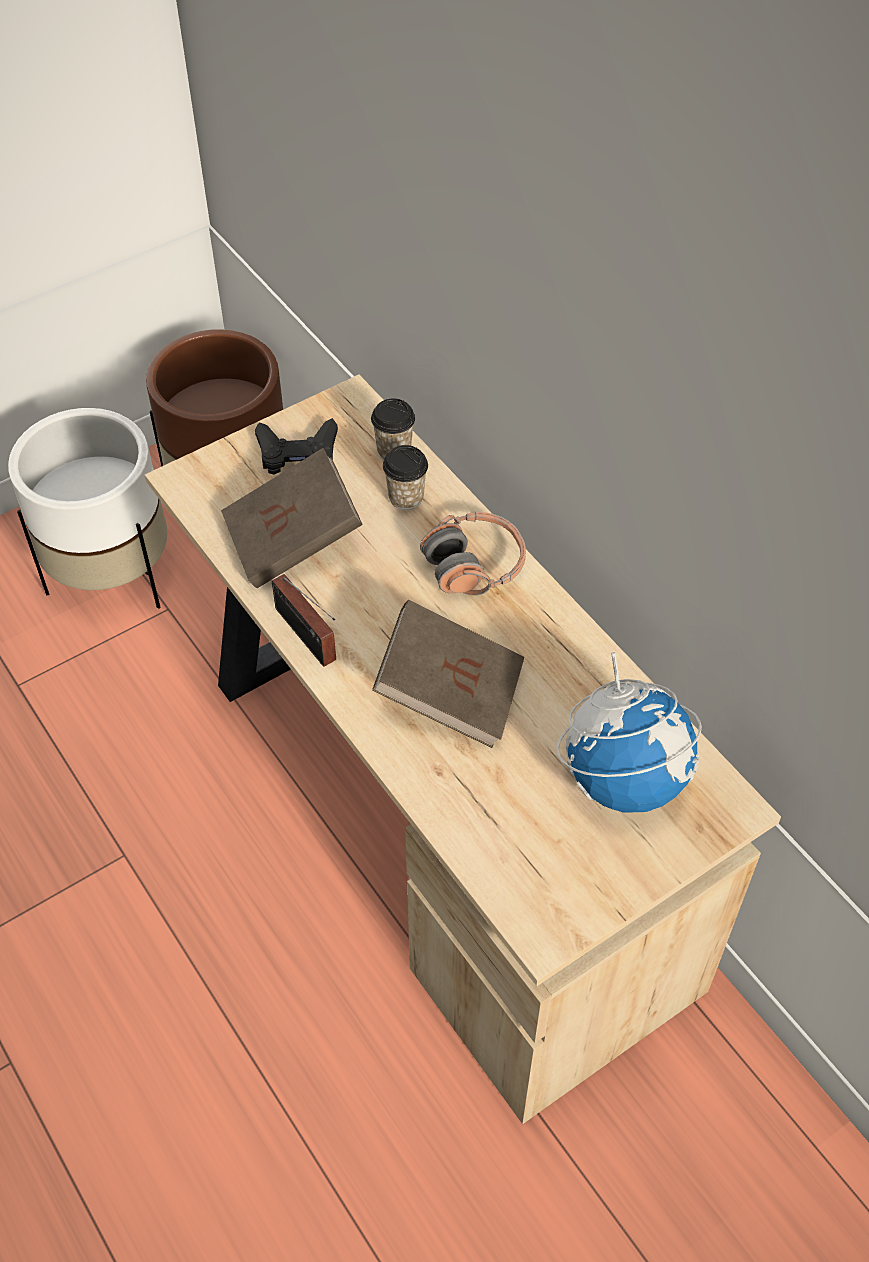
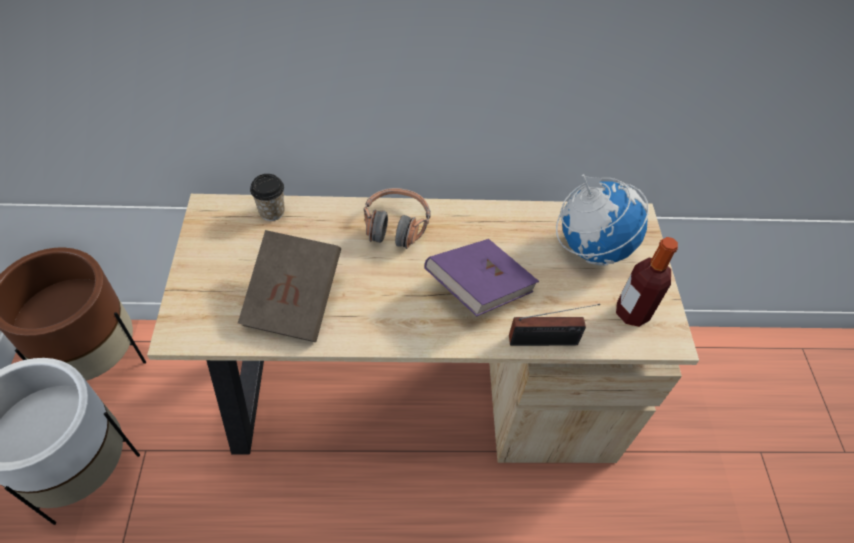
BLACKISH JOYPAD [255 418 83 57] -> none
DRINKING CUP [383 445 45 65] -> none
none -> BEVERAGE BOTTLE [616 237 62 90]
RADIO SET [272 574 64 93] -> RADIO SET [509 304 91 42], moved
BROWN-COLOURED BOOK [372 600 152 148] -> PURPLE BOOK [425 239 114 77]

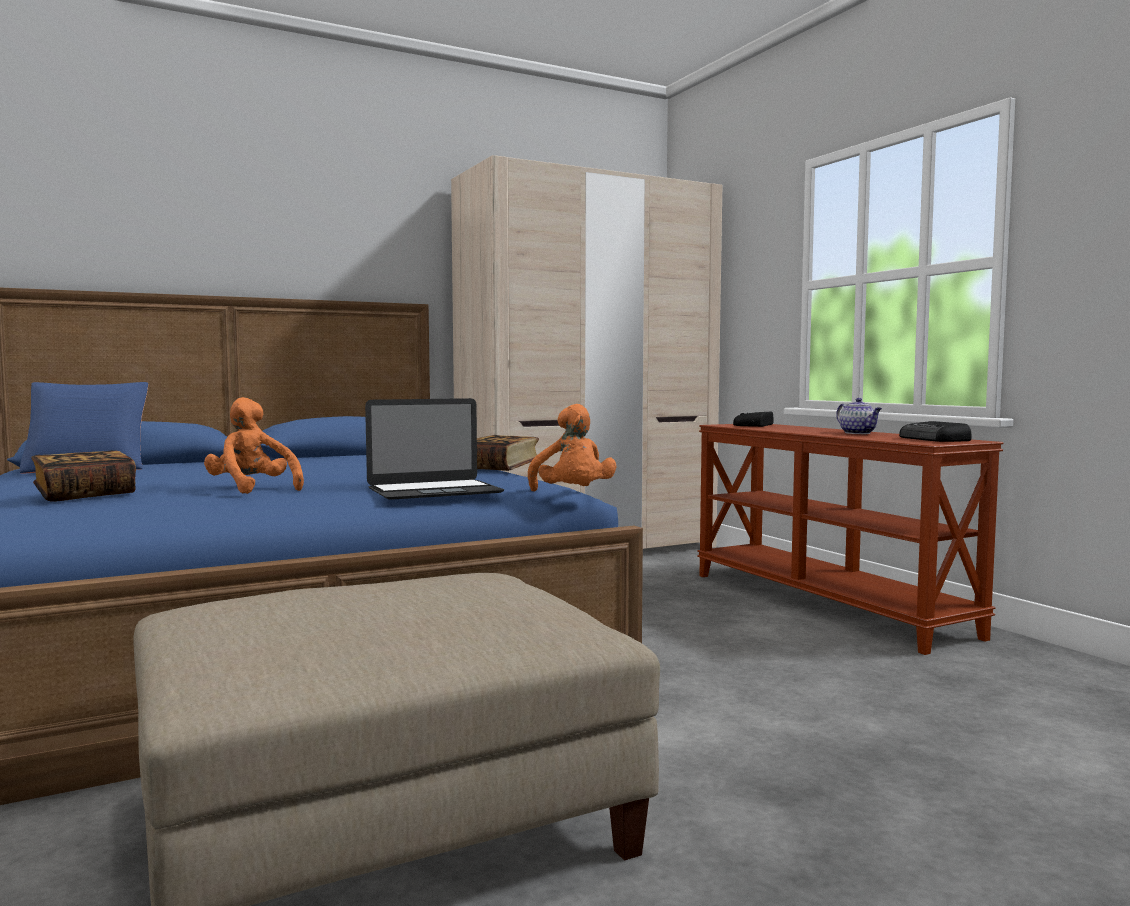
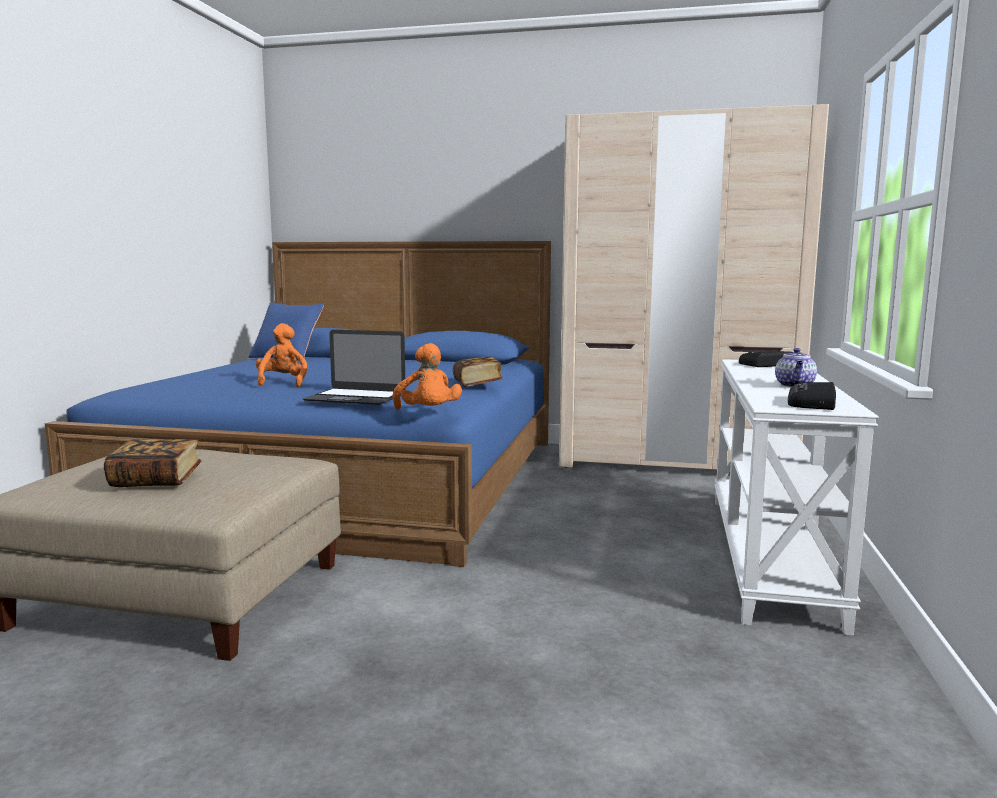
BOOK [31 450 105 52] -> BOOK [104 439 98 48], moved
BROWN-COLOURED NARROW TABLE [697 424 306 231] -> WHITISH NARROW TABLE [714 359 165 277]
ORANGEY CUDDLY TOY [528 404 89 87] -> ORANGEY CUDDLY TOY [393 343 69 67], 45 degrees counterclockwise

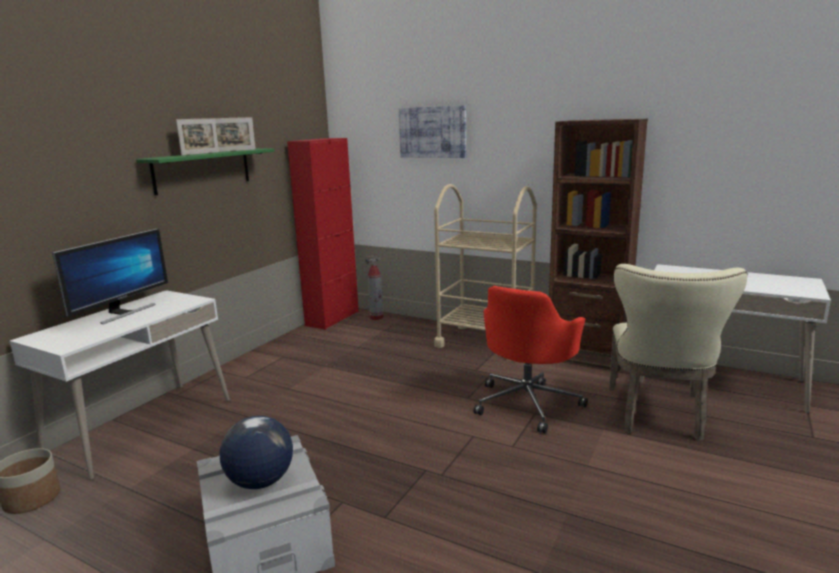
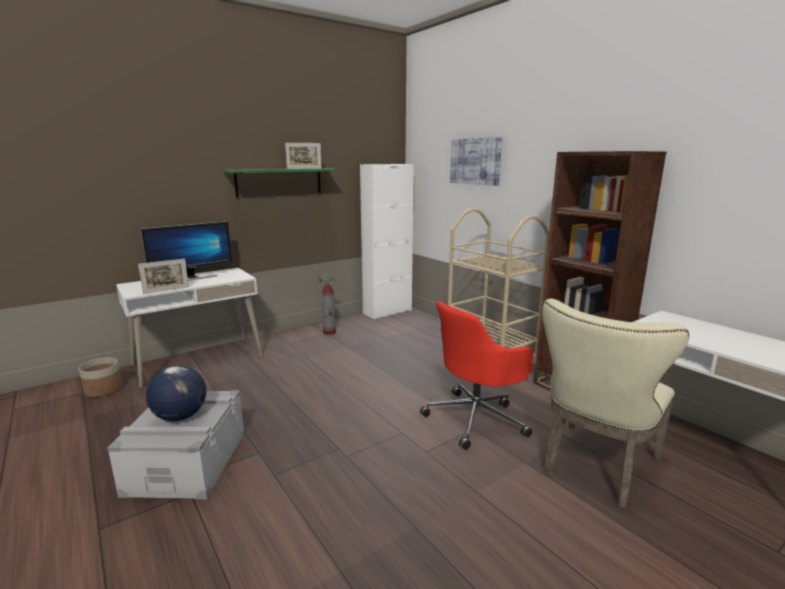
PICTURE FRAME [176 118 43 38] -> PICTURE FRAME [138 258 51 36], moved
FIRE-FIGHTING CYLINDER [365 256 19 64] -> FIRE-FIGHTING CYLINDER [319 275 17 60], moved
RED CUPBOARD [287 138 72 192] -> WHITISH CUPBOARD [360 164 54 156]

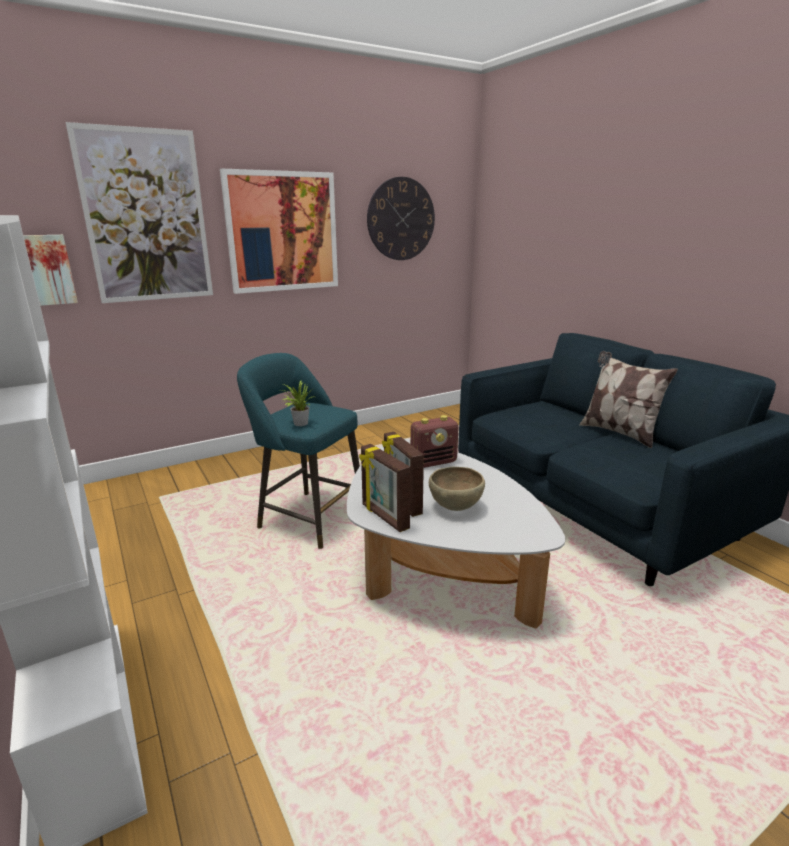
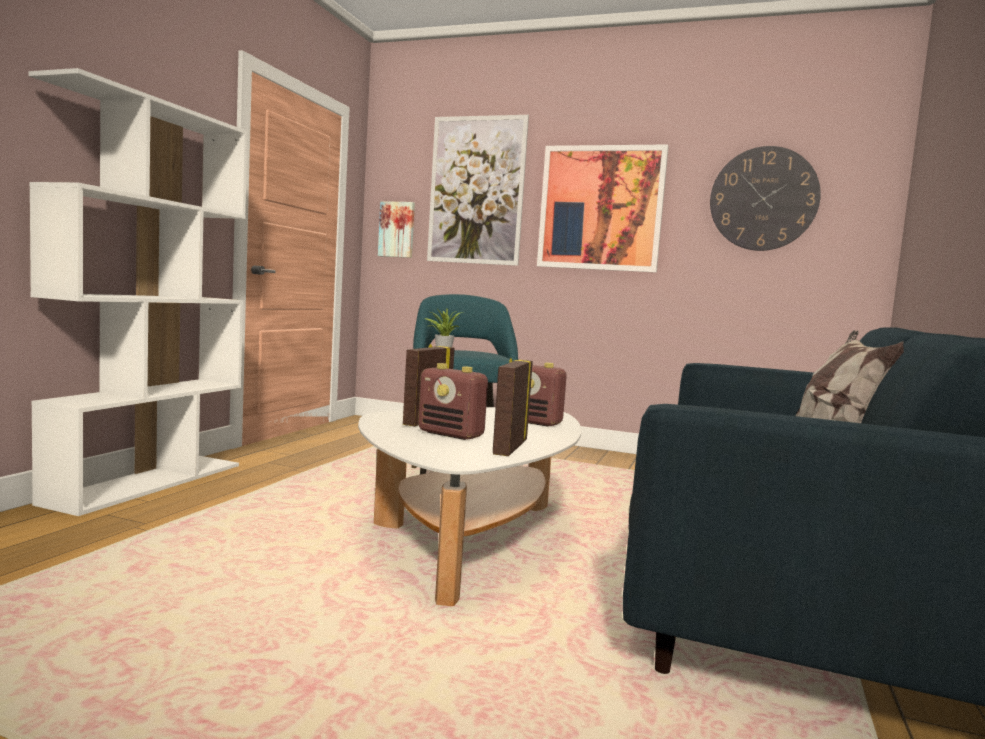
PICTURE FRAME [359 444 51 88] -> PICTURE FRAME [493 358 40 98], moved
BROWN-COLOURED DEEP DISH [429 467 56 44] -> RADIO SET [418 363 70 77]

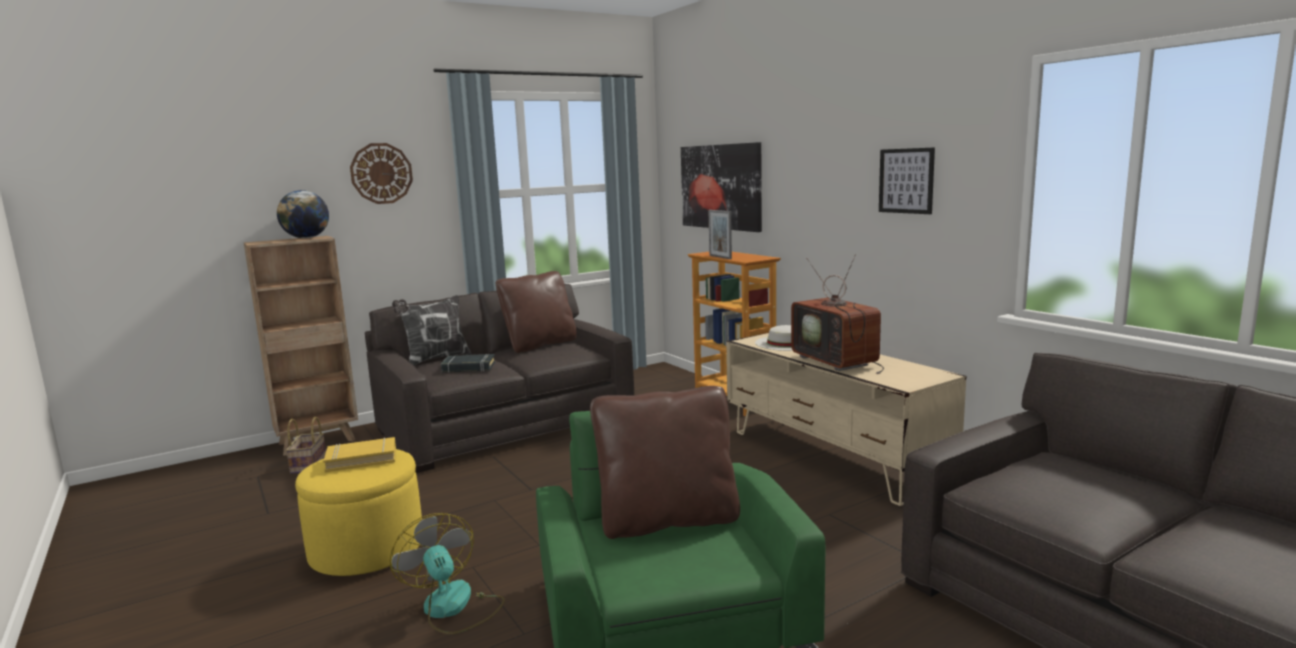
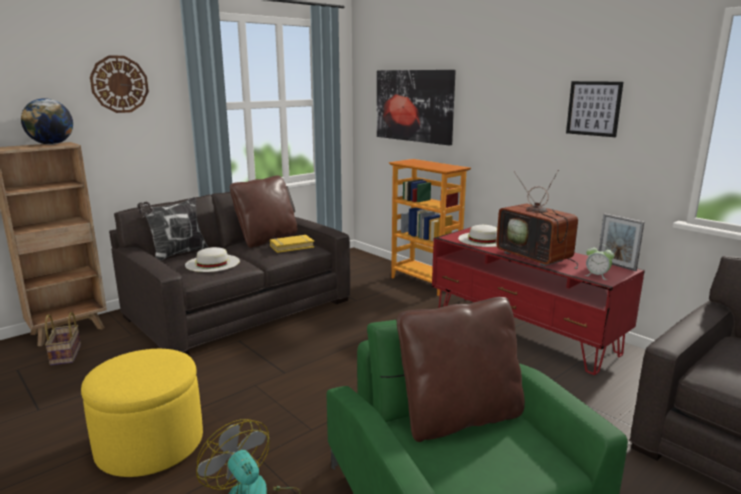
none -> BEDSIDE CLOCK [584 244 31 36]
YELLOW BOOK [323 437 73 35] -> YELLOW BOOK [270 235 44 18], moved
PICTURE FRAME [708 210 24 49] -> PICTURE FRAME [599 214 45 57], moved
BLACKISH BOOK [441 354 54 19] -> WHITISH CLOTHING HAT [185 247 55 25]
SAND-COLOURED MEDIA CONSOLE [726 333 240 173] -> RED MEDIA CONSOLE [432 227 213 148]

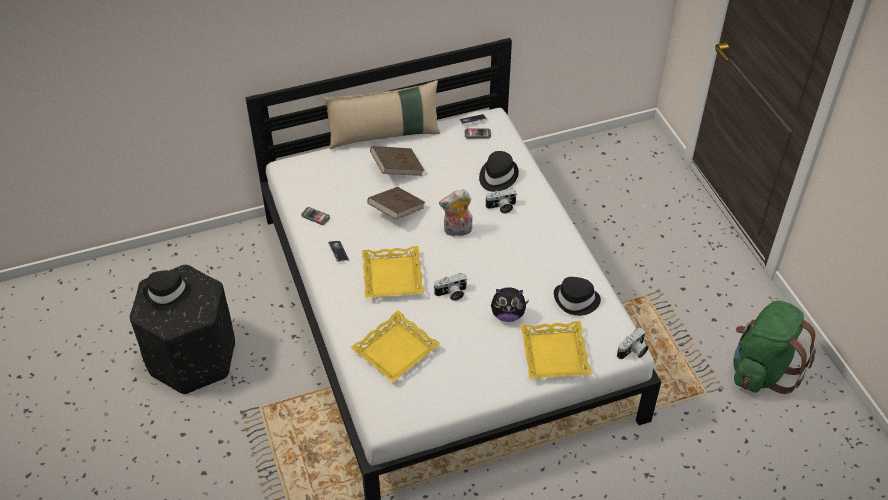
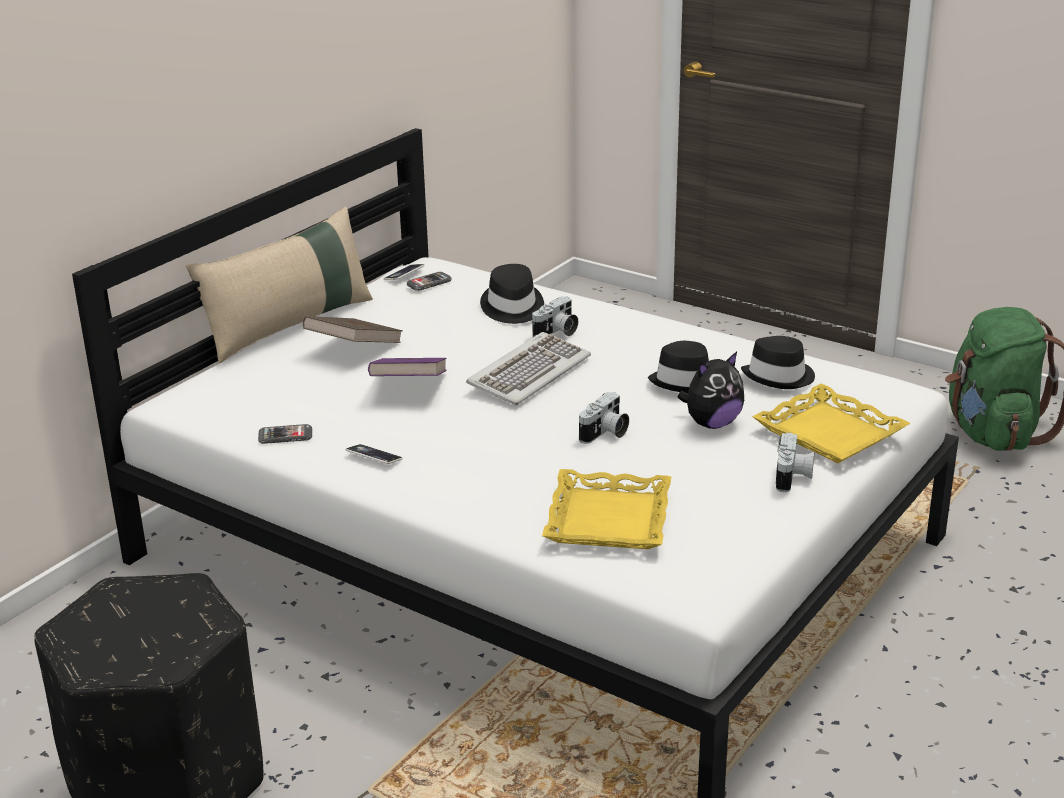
YELLOW CARRYING TRAY [362 246 62 52] -> none
BLACKISH CLOTHING HAT [143 270 49 38] -> BLACKISH CLOTHING HAT [648 341 61 52], moved
PHOTO CAMERA [617 328 31 31] -> PHOTO CAMERA [776 432 38 60], moved
CUDDLY TOY [439 189 34 48] -> KEYBOARD [466 332 125 73]
BROWN-COLOURED BOOK [367 187 58 33] -> PURPLE BOOK [368 358 79 18]

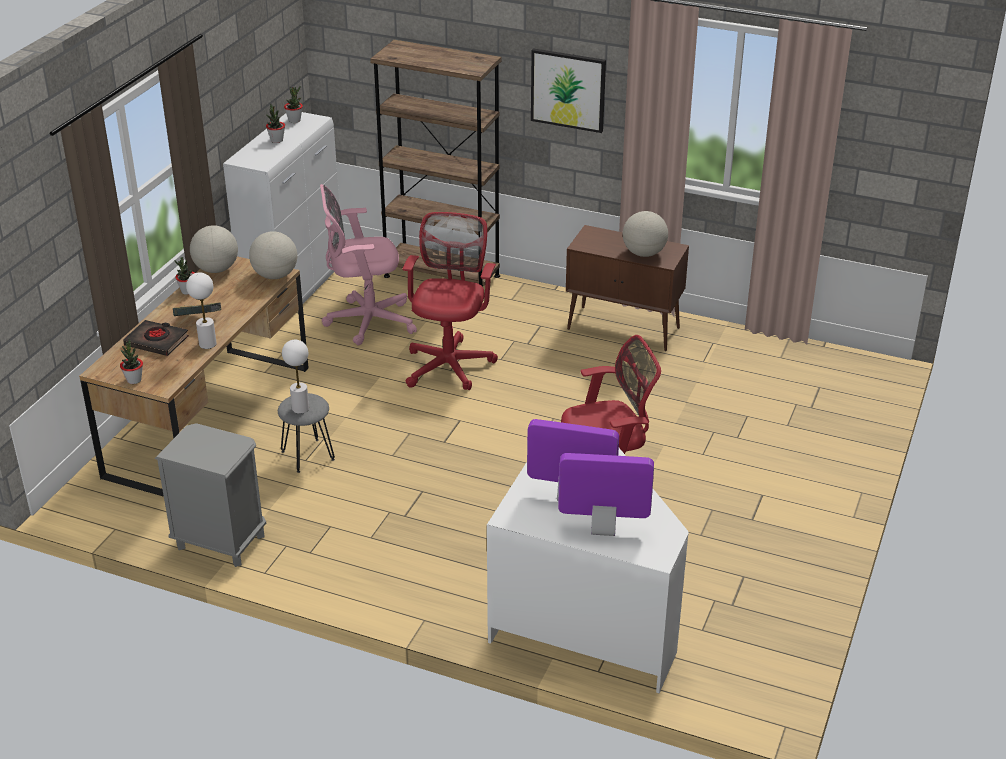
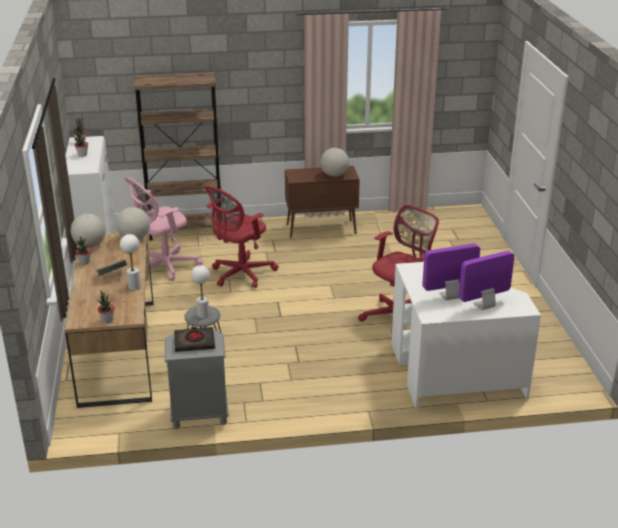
WALL ART [531 48 75 85] -> none
BLACKISH BOOK [123 320 66 36] -> BLACKISH BOOK [174 327 41 25], moved
RED OFFICE CHAIR [402 212 96 178] -> RED OFFICE CHAIR [204 186 75 102], 120 degrees counterclockwise

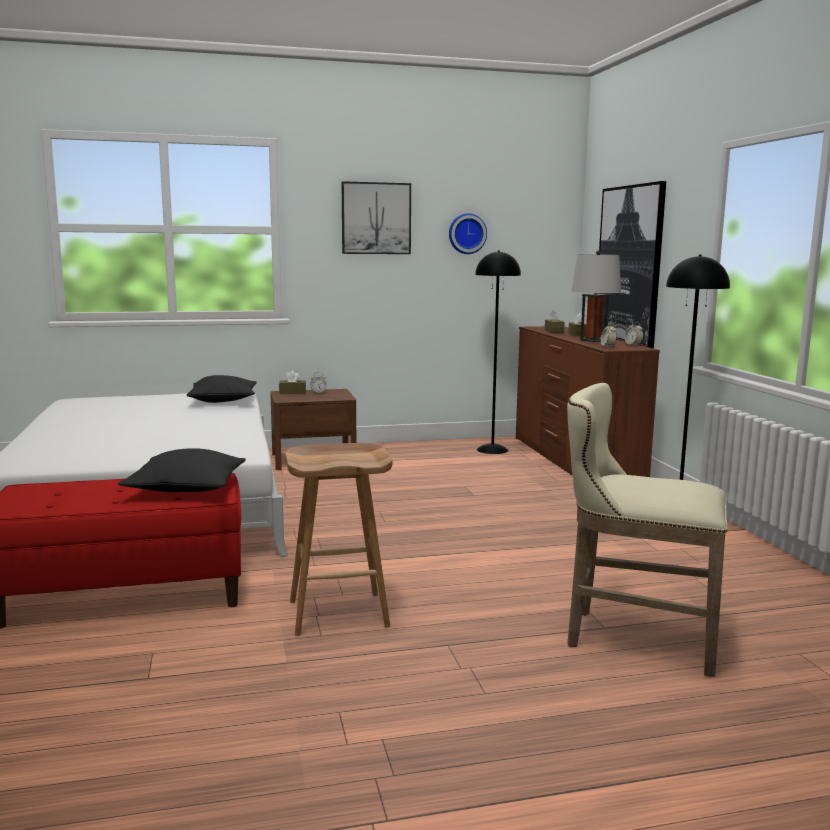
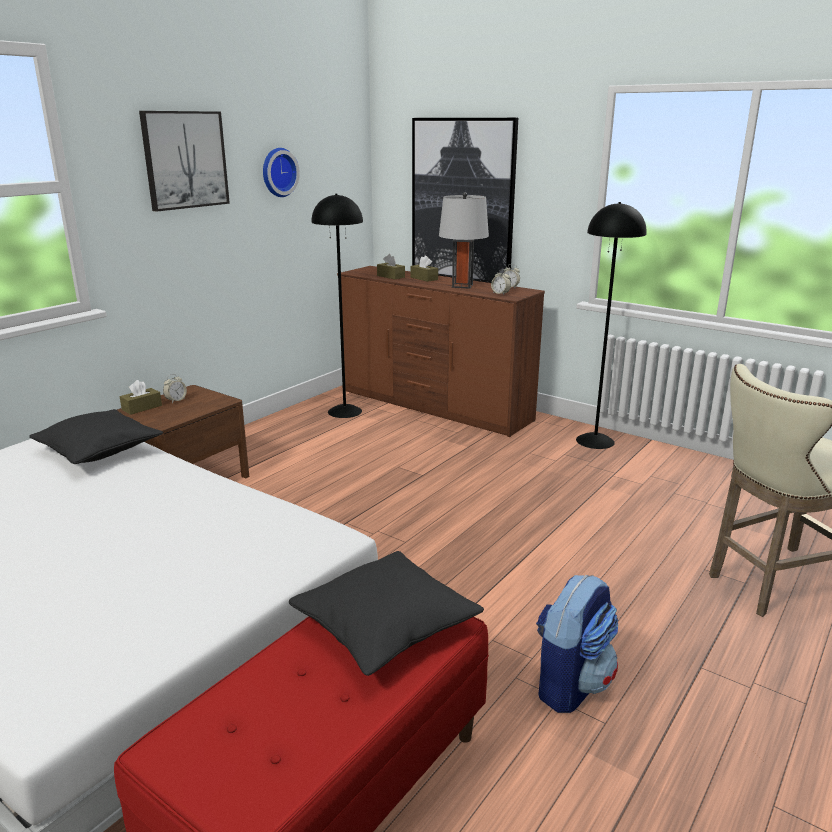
BROWN-COLOURED STOOL SEAT [285 443 108 193] -> BACKPACK [536 575 82 138]

